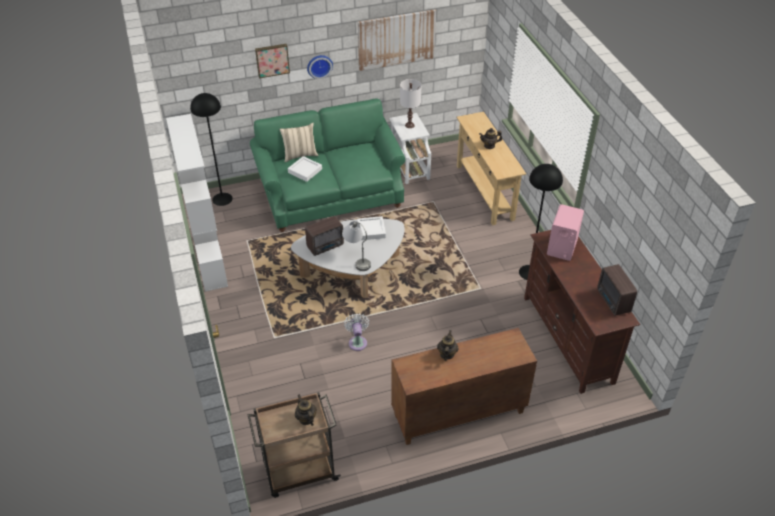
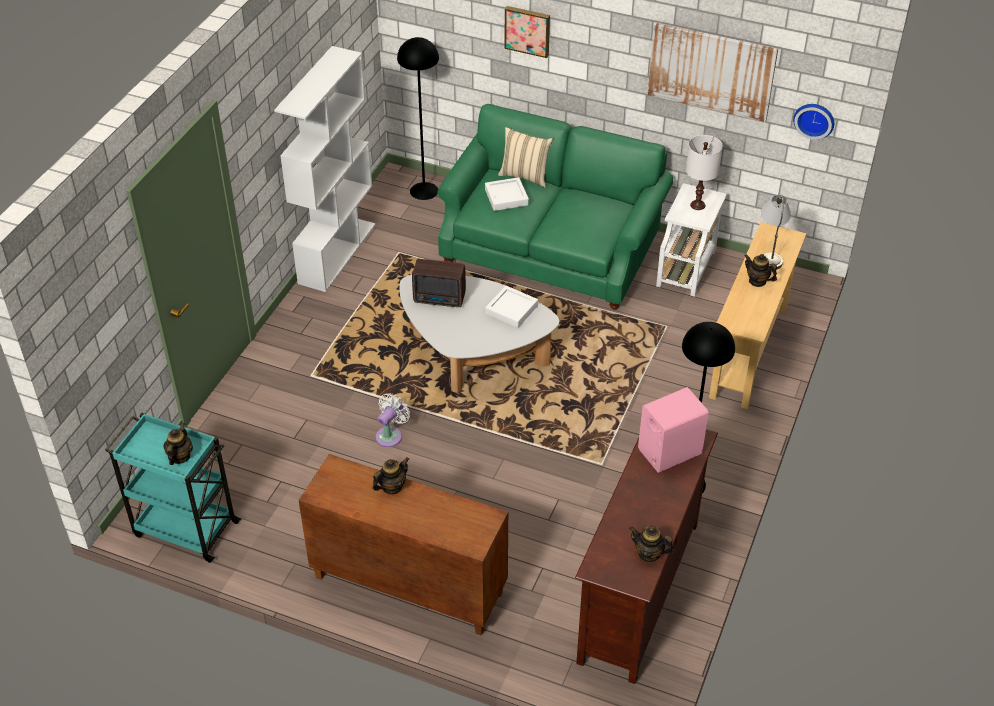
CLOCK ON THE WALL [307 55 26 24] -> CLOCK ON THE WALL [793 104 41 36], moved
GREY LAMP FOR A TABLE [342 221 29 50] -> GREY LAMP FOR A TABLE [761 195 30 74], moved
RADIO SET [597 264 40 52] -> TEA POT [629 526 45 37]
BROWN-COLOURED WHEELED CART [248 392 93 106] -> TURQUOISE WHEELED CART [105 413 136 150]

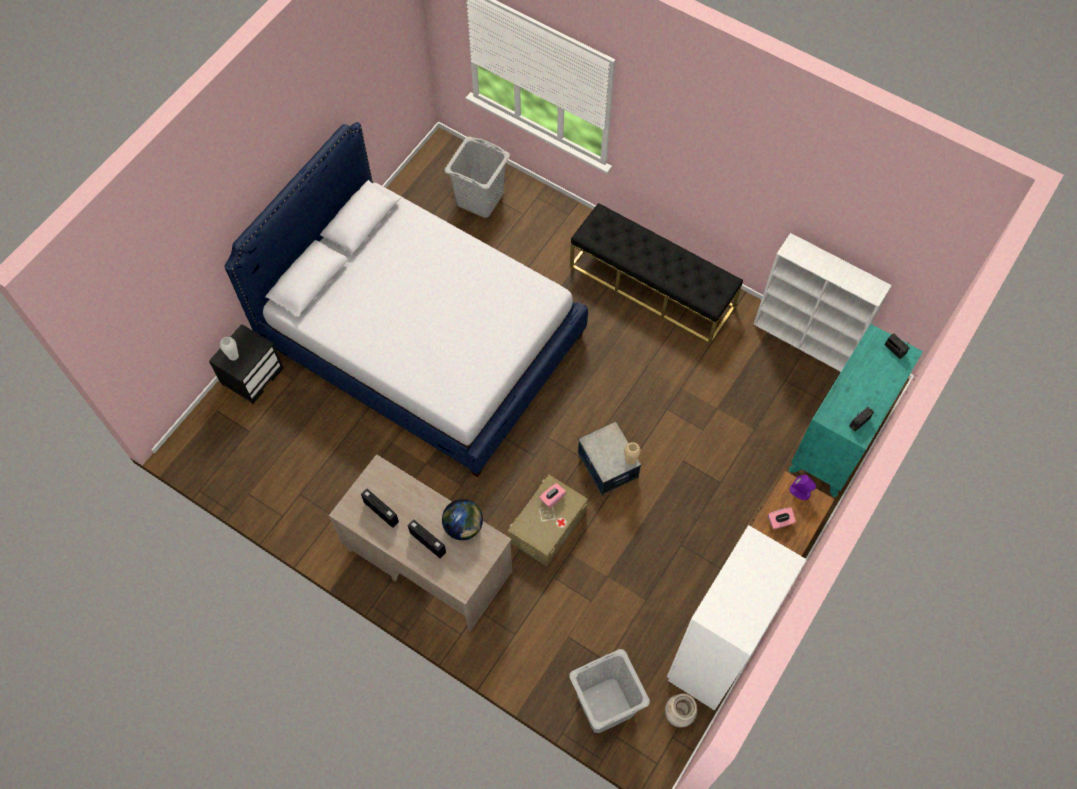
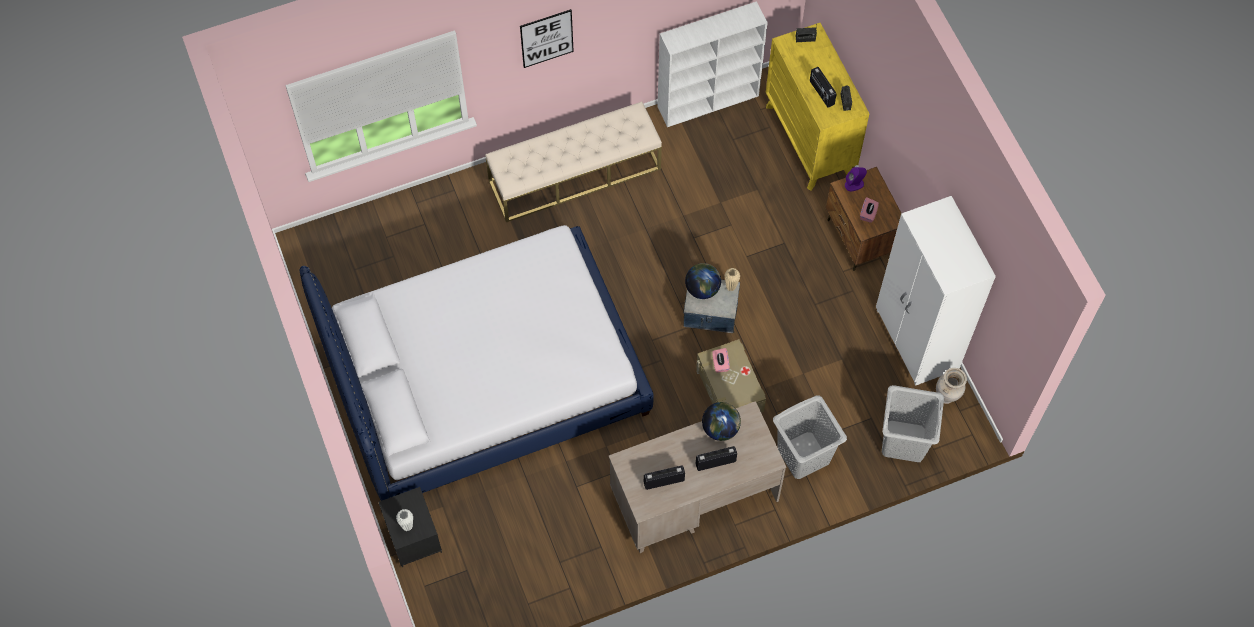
none -> WALL ART [520 9 54 59]
none -> DESK GLOBE [685 263 36 36]
none -> RADIO SET [810 67 27 41]
GREY WASHING BASKET [445 137 65 81] -> GREY WASHING BASKET [773 396 74 83], moved
BLACKISH INDOOR BENCH [570 203 173 141] -> SAND-COLOURED INDOOR BENCH [485 102 177 120]
TURQUOISE DRAWER CHEST [789 324 134 173] -> YELLOW DRAWER CHEST [766 23 104 168]

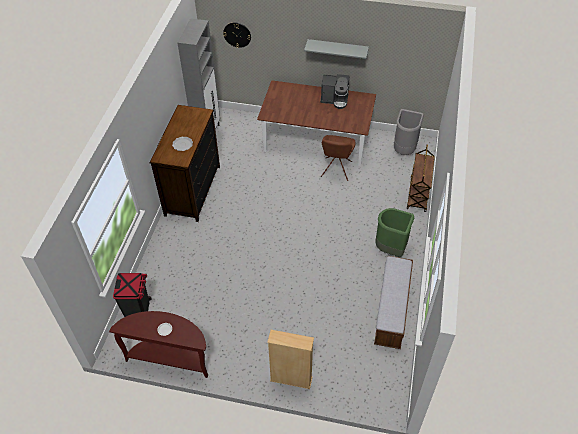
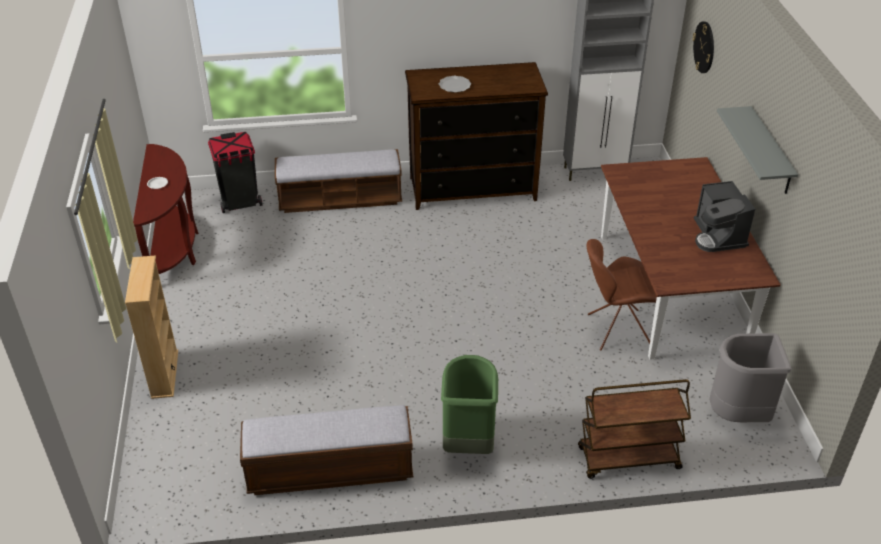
none -> INDOOR BENCH [275 149 127 64]

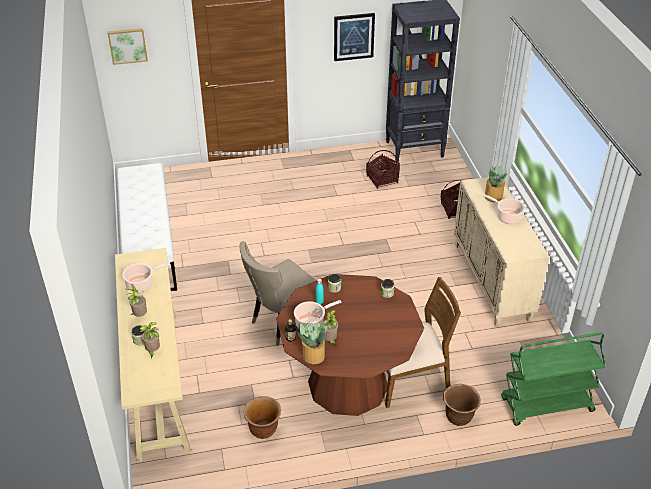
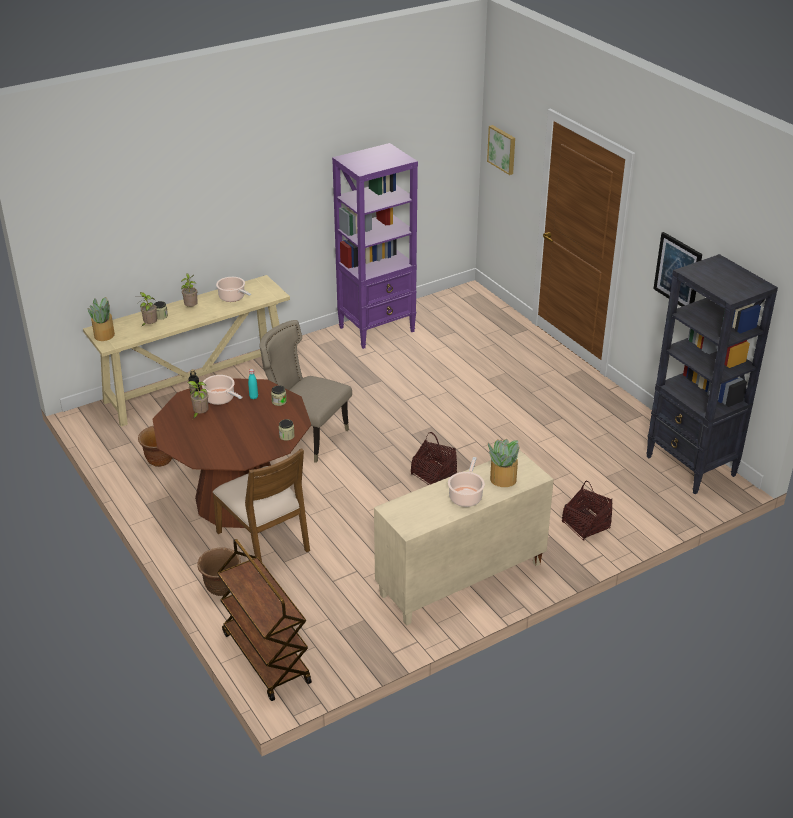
POTTED PLANT [297 322 30 42] -> POTTED PLANT [87 297 28 44], moved
BASKET [366 150 34 39] -> BASKET [411 432 46 53], moved
WHITISH INDOOR BENCH [117 163 60 128] -> PURPLE BOOKSHELF [332 143 86 206]
GREEN WHEELED CART [501 332 105 94] -> BROWN-COLOURED WHEELED CART [217 539 95 162]

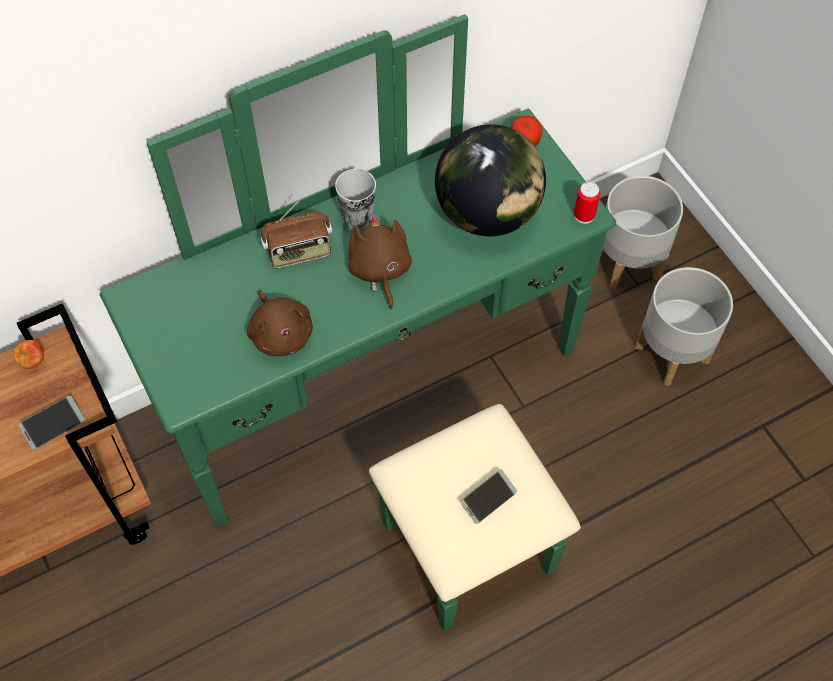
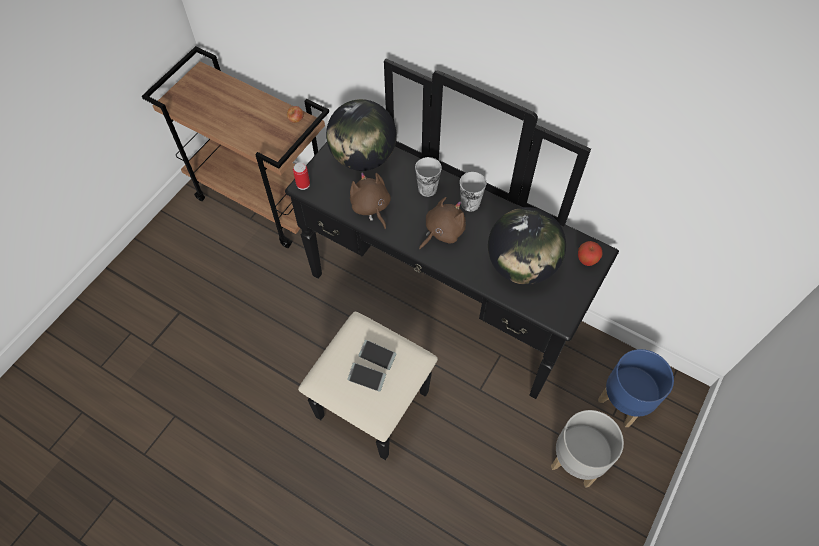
none -> DESK GLOBE [326 99 71 72]
HANDSET [18 396 67 54] -> HANDSET [358 340 38 30], moved
CAN [574 182 26 42] -> CAN [293 163 17 27], moved
RADIO SET [261 198 71 70] -> DRINKING CUP [415 157 27 40]
GREEN DRAWER CHEST [100 14 516 617] -> BLACKISH DRAWER CHEST [285 59 334 401]
GREY FLOWER POT [602 176 81 113] -> BLUISH FLOWER POT [598 349 76 78]
BROWN-COLOURED CUDDLY TOY [247 290 66 66] -> BROWN-COLOURED CUDDLY TOY [350 172 41 57], 120 degrees clockwise

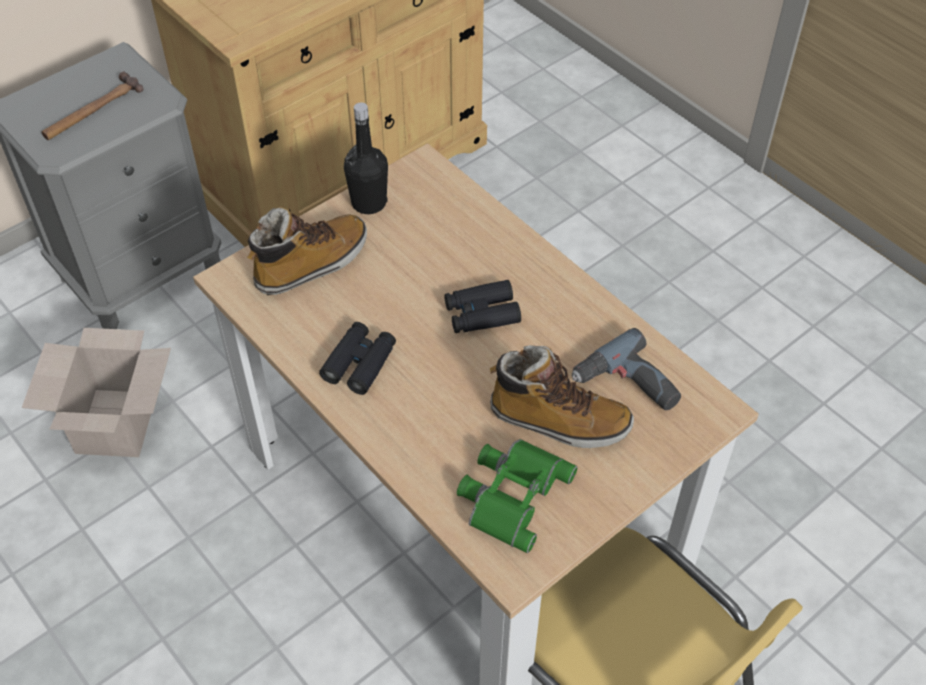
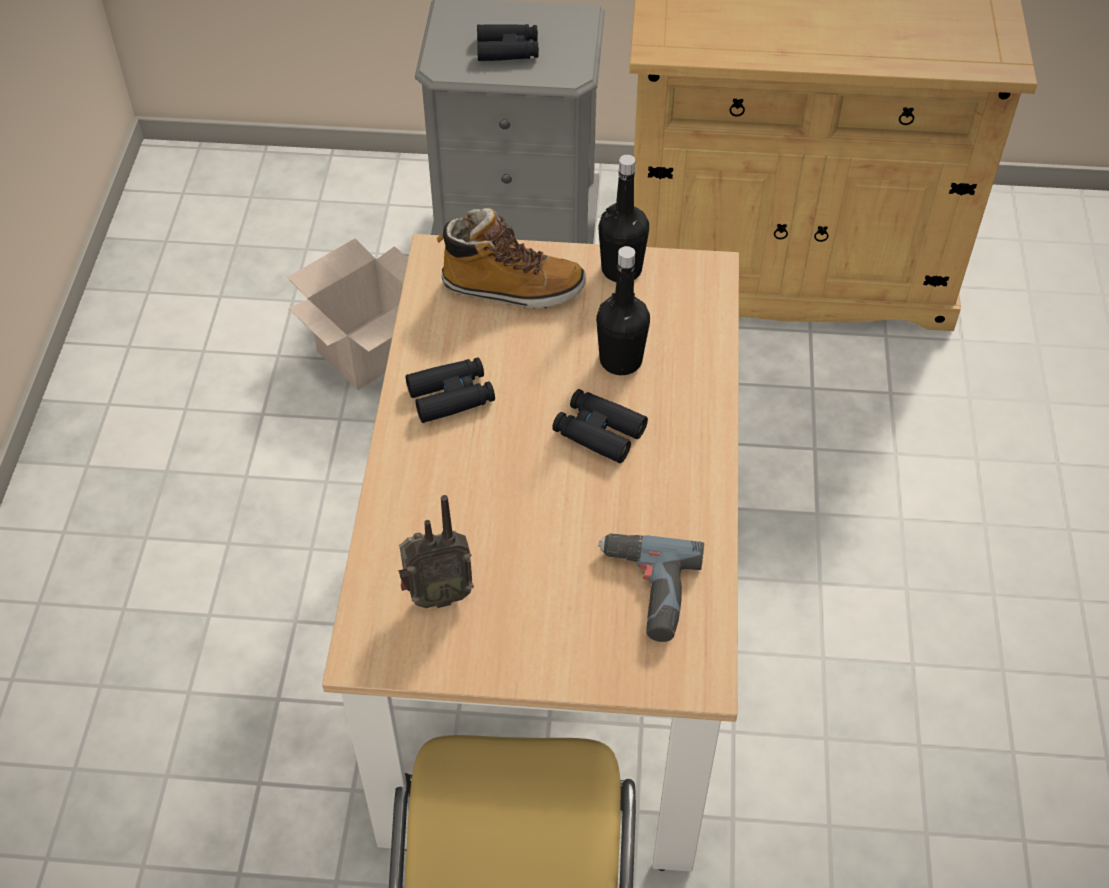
TALL BOOT [490 345 144 103] -> none
none -> BLACKISH BEVERAGE BOTTLE [596 246 54 129]
HAND HAMMER [42 72 101 68] -> BLACKISH PAIR OF BINOCULARS [477 24 62 37]
GREEN PAIR OF BINOCULARS [457 439 120 114] -> RADIO SET [399 495 75 113]

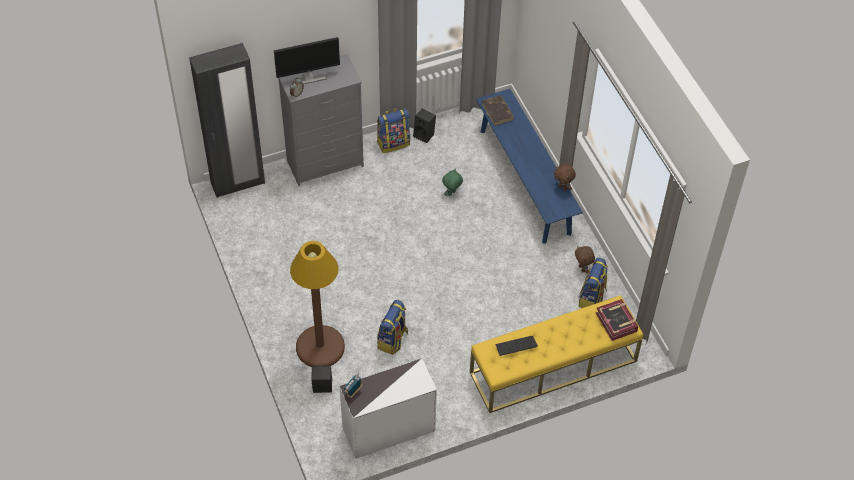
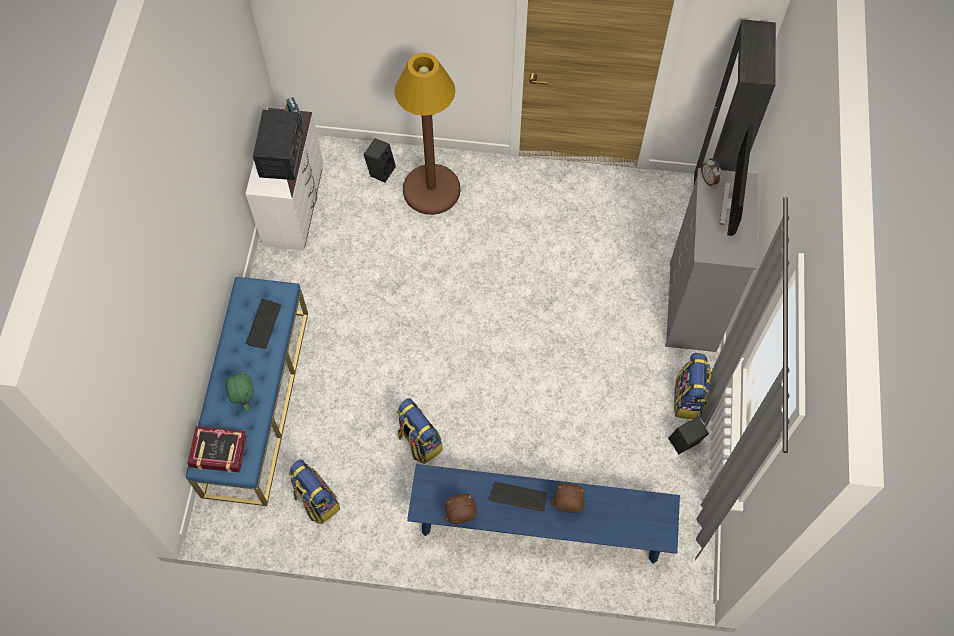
BROWN-COLOURED BOOK [482 95 33 31] -> none
none -> RADIO SET [253 110 50 70]
none -> KEYBOARD [490 482 57 30]
BACKPACK [377 300 31 55] -> BACKPACK [397 398 46 66], moved
GREEN CUDDLY TOY [442 169 21 27] -> GREEN CUDDLY TOY [225 370 29 41], moved
BROWN-COLOURED CUDDLY TOY [575 246 20 27] -> BROWN-COLOURED CUDDLY TOY [551 483 34 30], moved
YELLOW INDOOR BENCH [470 295 173 118] -> BLUISH INDOOR BENCH [186 277 122 229]

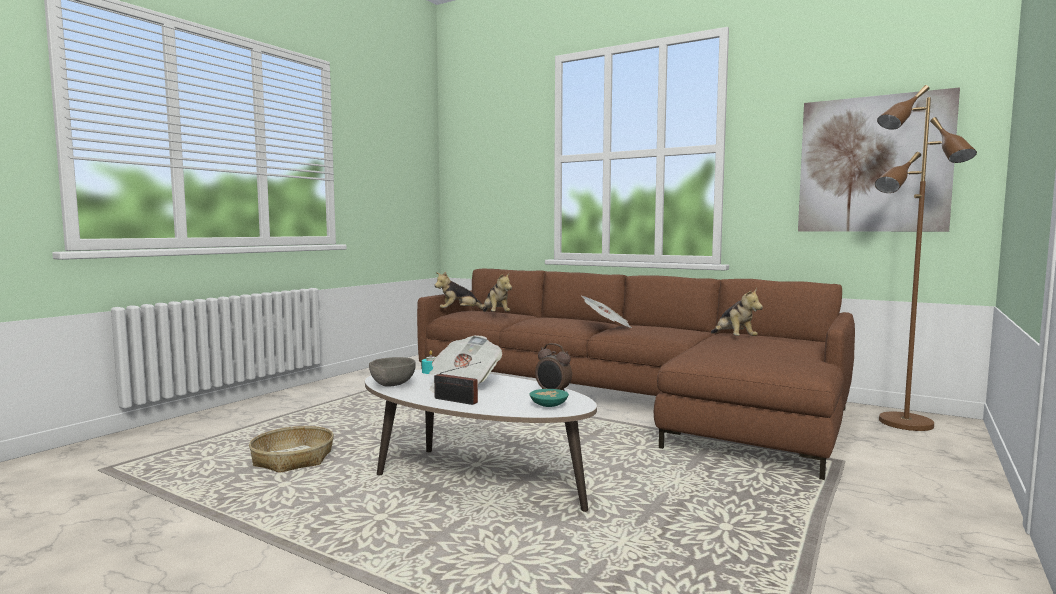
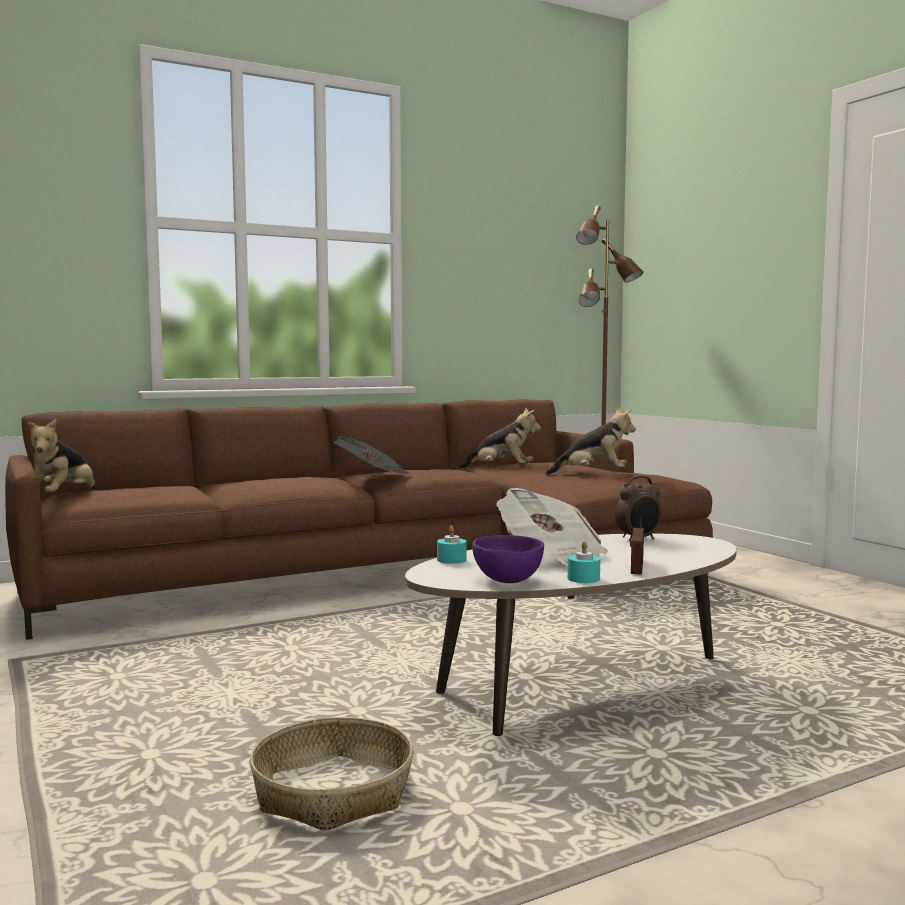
TURQUOISE DEEP DISH [529 389 40 18] -> none
WALL ART [798 87 162 145] -> none
none -> TURQUOISE WAX CANDLE [568 541 32 42]
CUDDLY TOY [480 273 32 39] -> CUDDLY TOY [546 407 90 68], moved
GREY DEEP DISH [369 357 47 29] -> PURPLE DEEP DISH [472 535 72 48]
RADIO SET [434 362 47 43] -> RADIO SET [630 516 14 59], 135 degrees clockwise

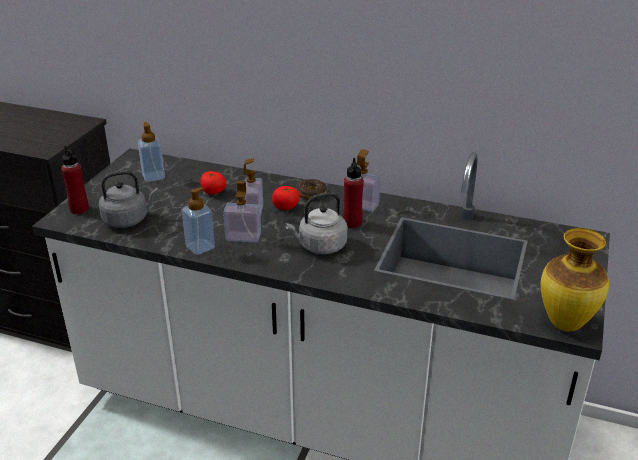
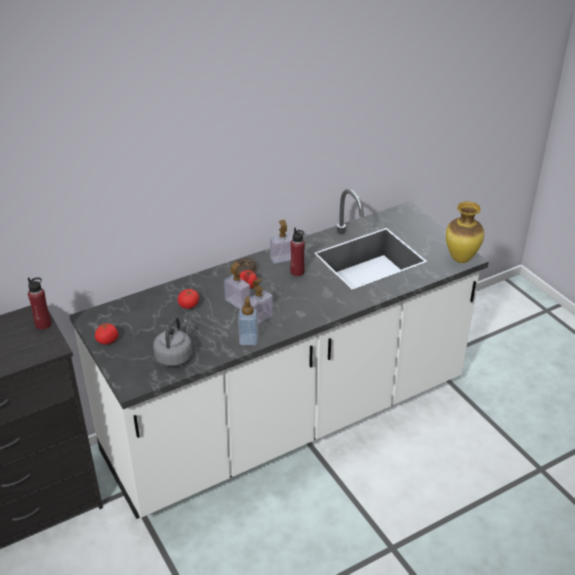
LIQUID SOAP BOTTLE [138 122 27 60] -> none
GREY WATER KETTLE [285 192 62 62] -> none
none -> FRESH TOMATO [95 323 24 22]
RED BEVERAGE BOTTLE [61 146 28 68] -> RED BEVERAGE BOTTLE [28 277 23 53], moved

